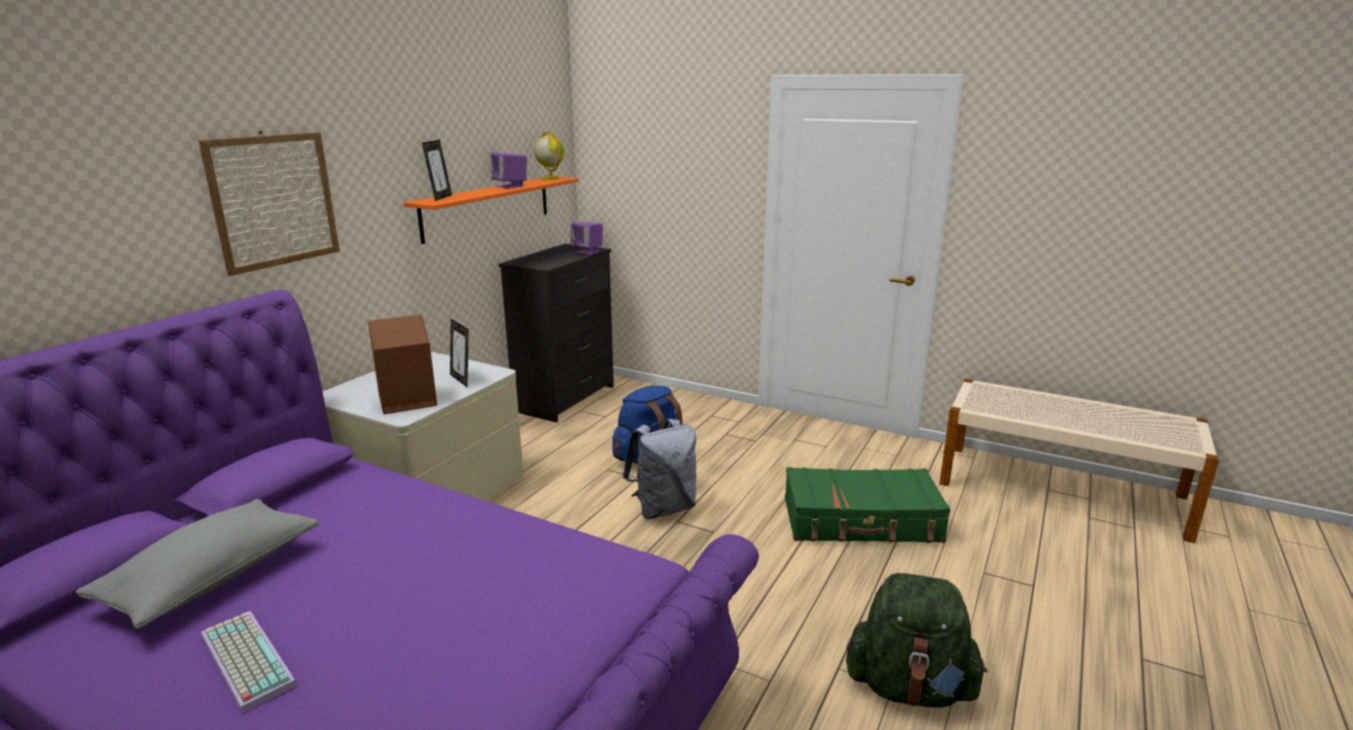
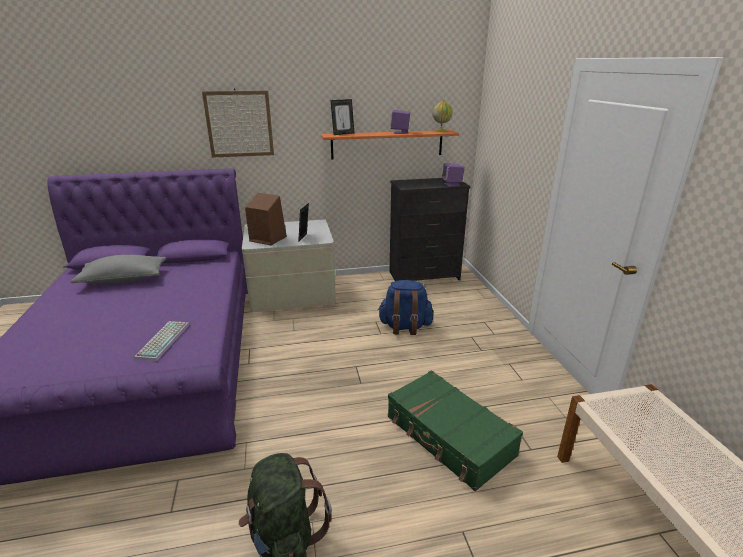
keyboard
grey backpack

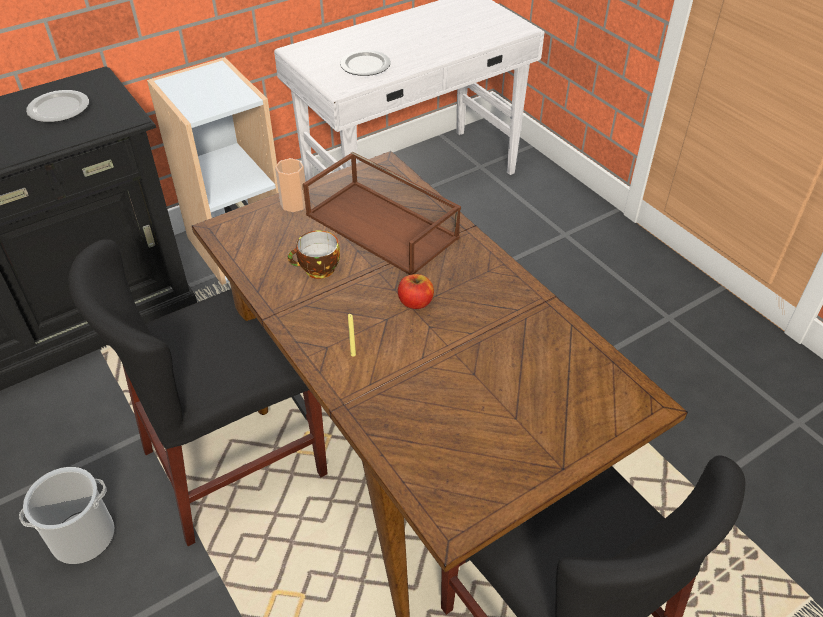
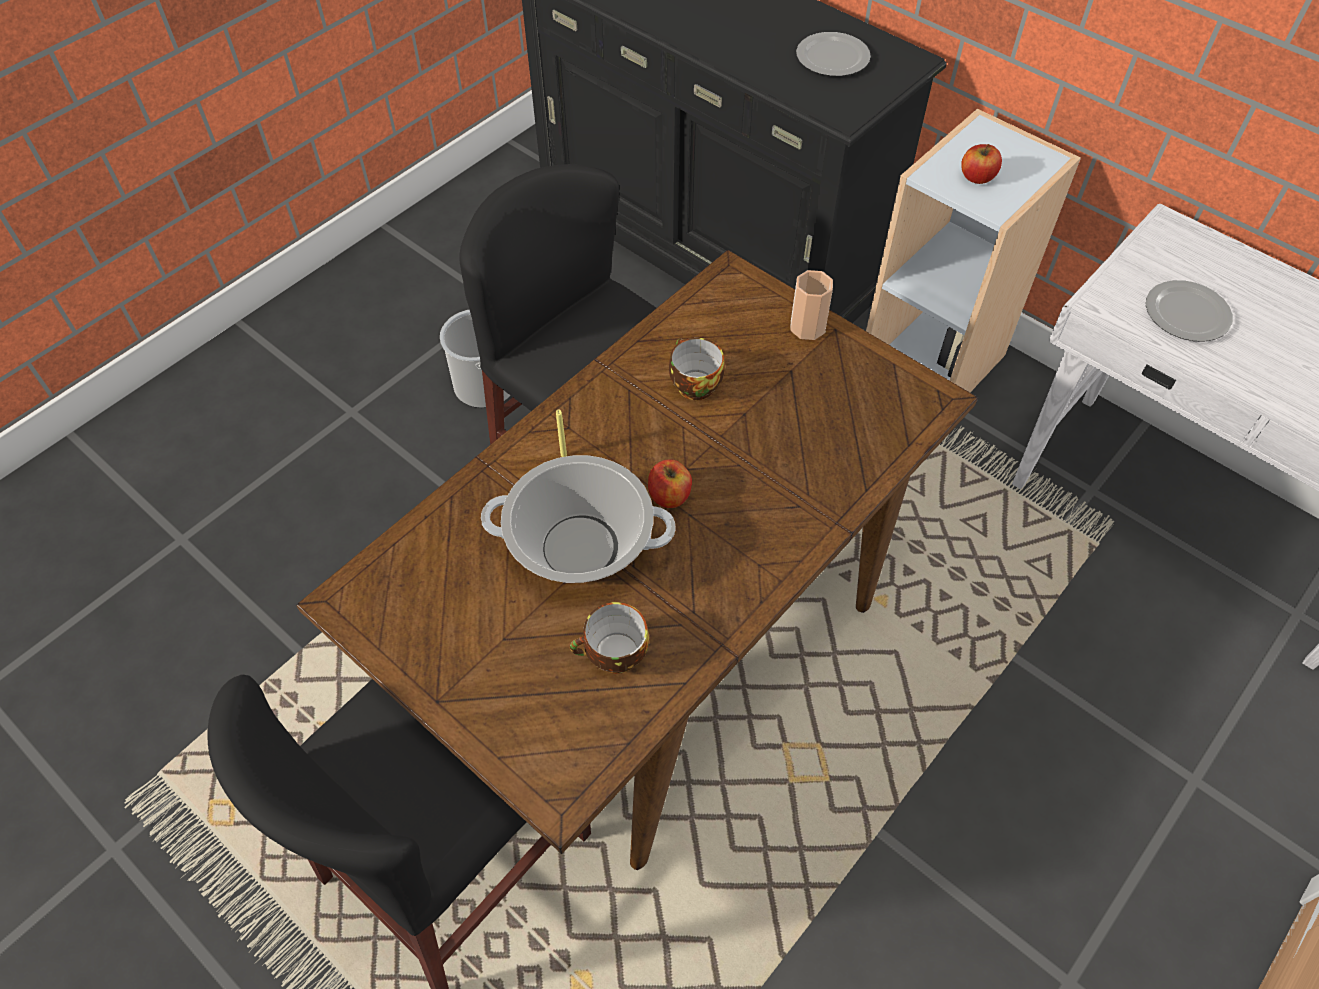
cooking pot
cup (no. 1 from left)
apple (no. 2 from left)
brown tray

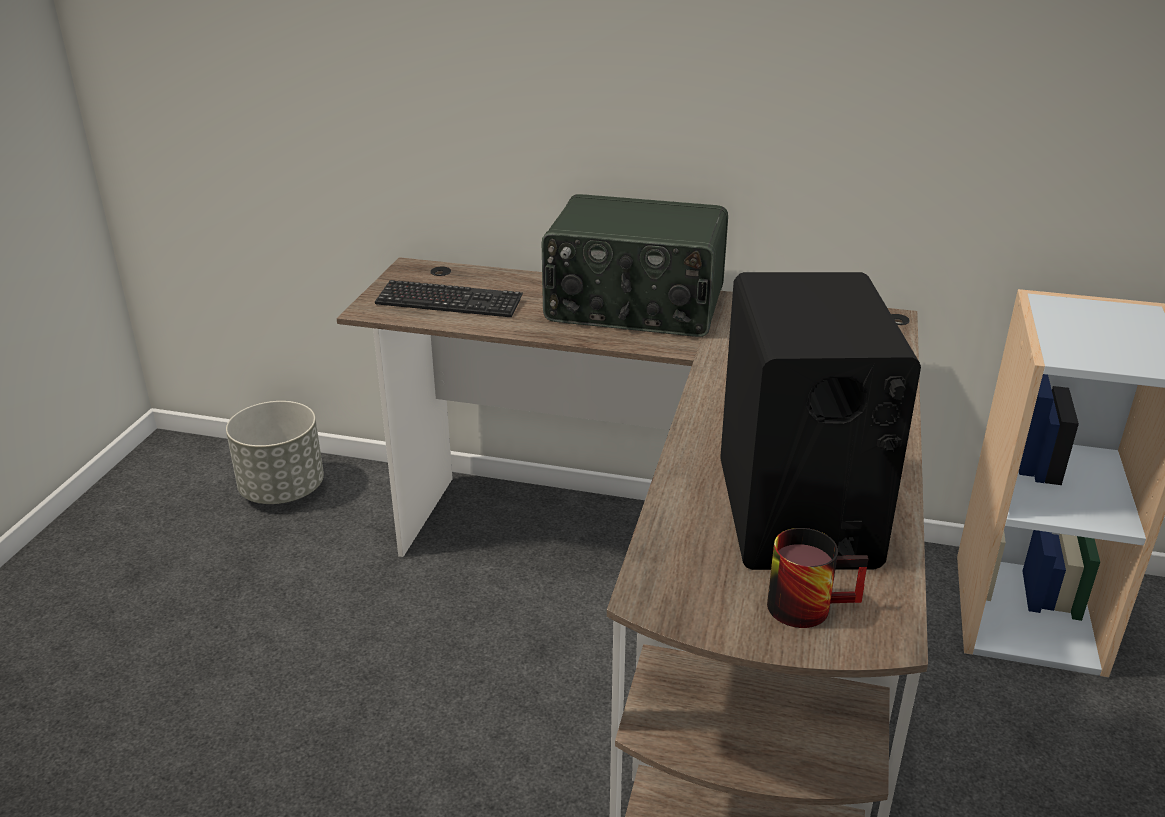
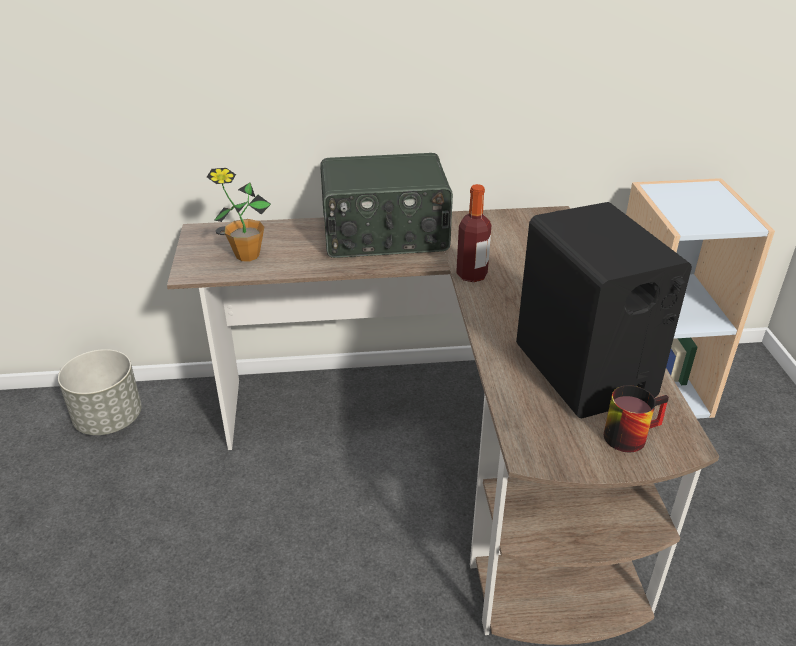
potted plant
bottle

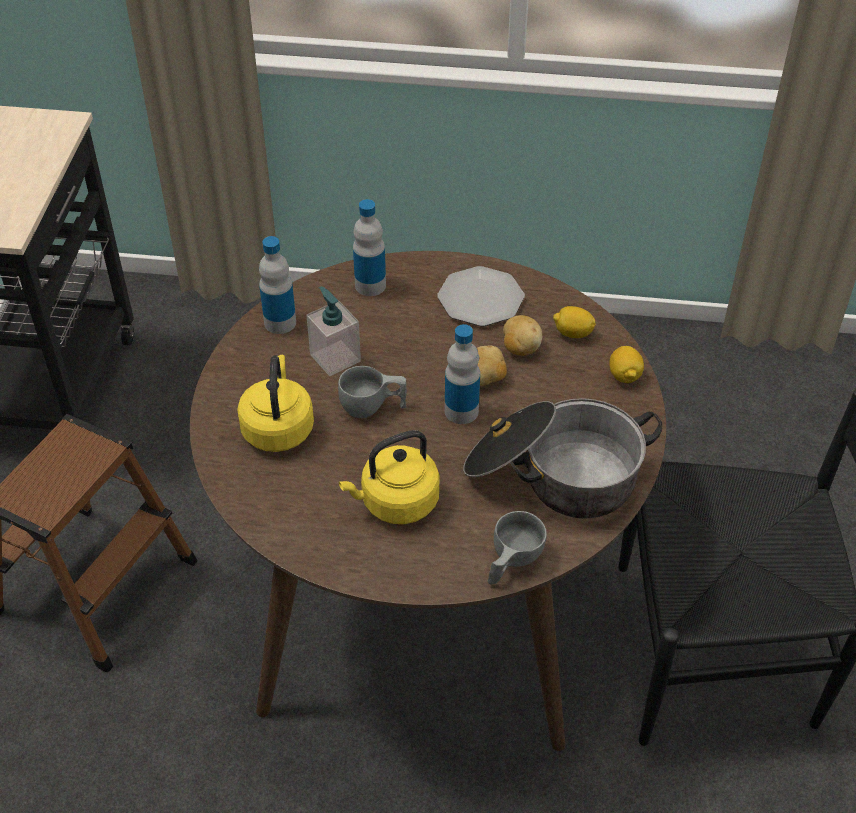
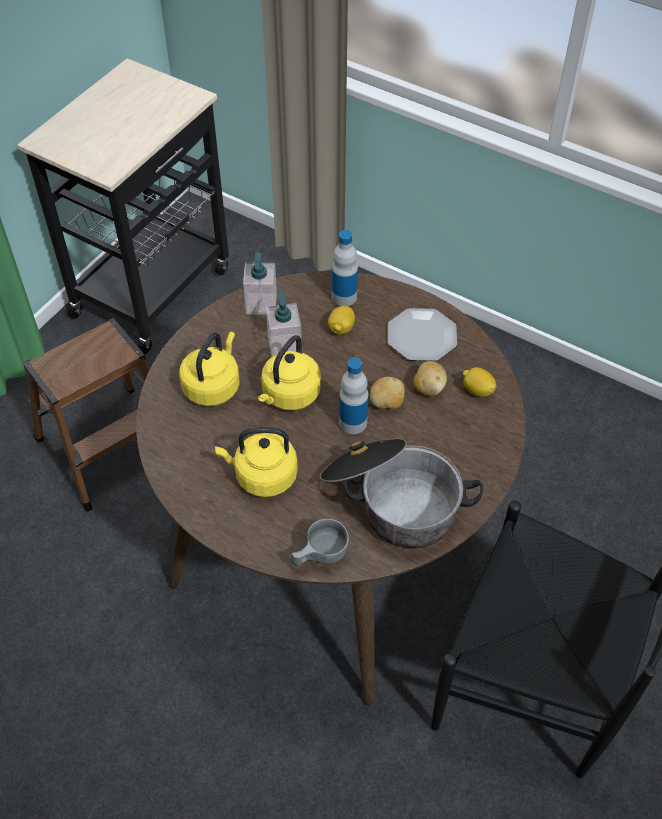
soap dispenser (no. 1 from left)
yellow kettle (no. 3 from left)
lemon (no. 1 from left)

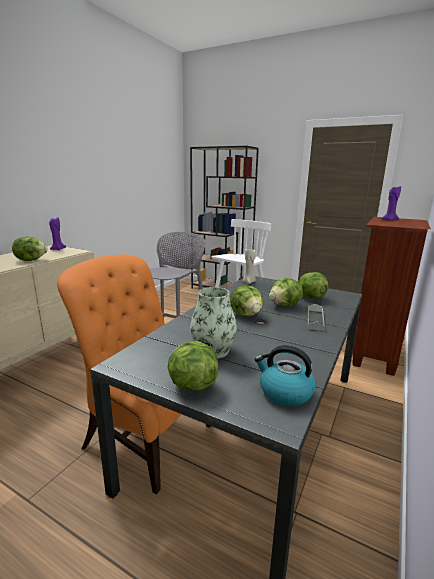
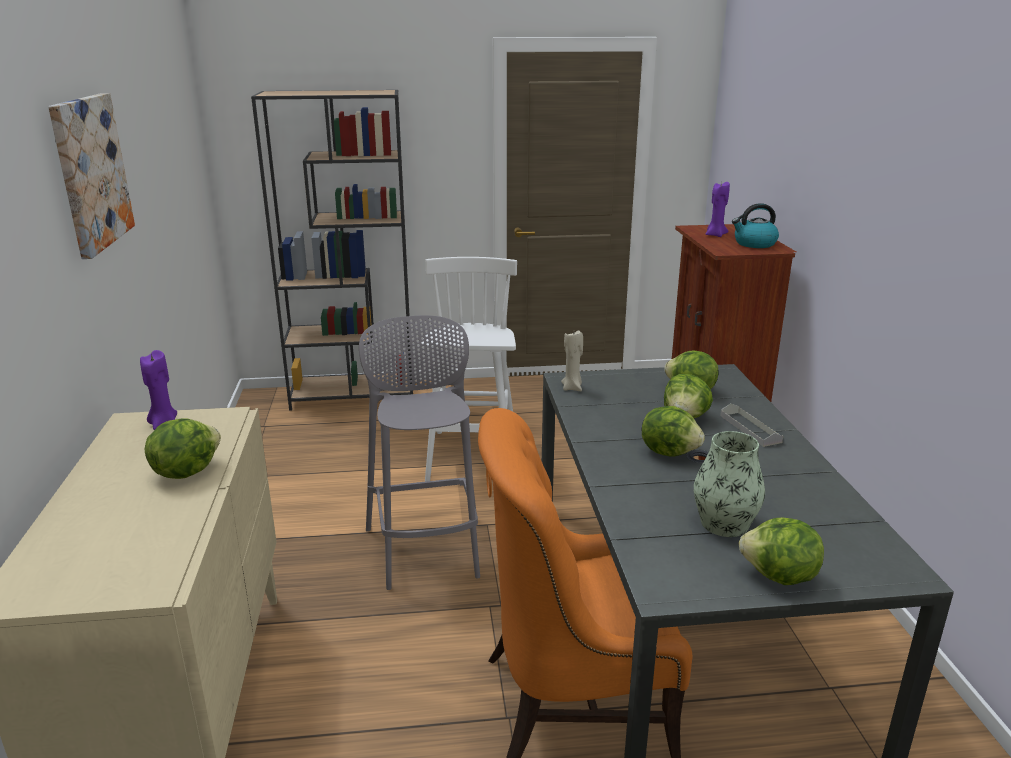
picture
kettle

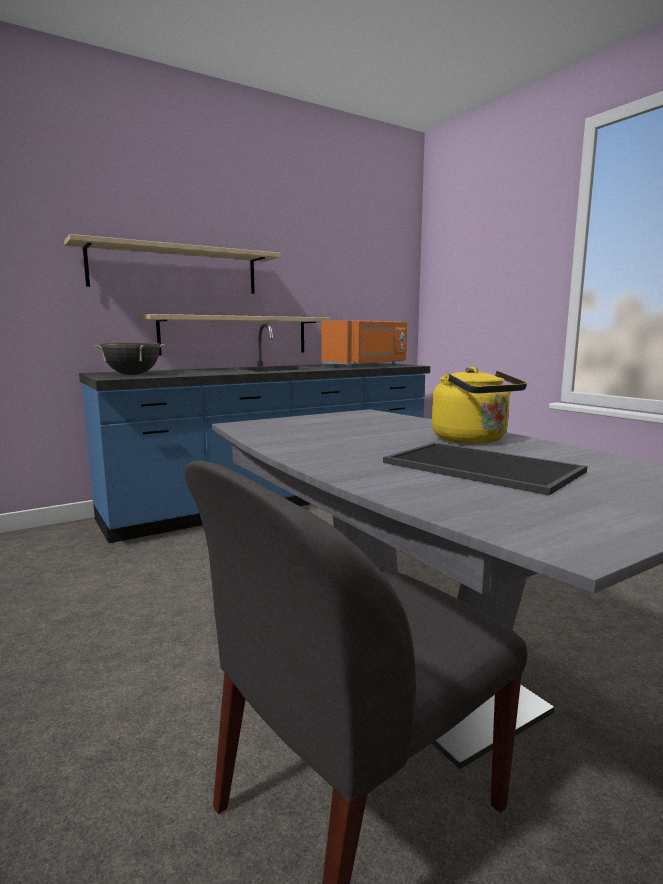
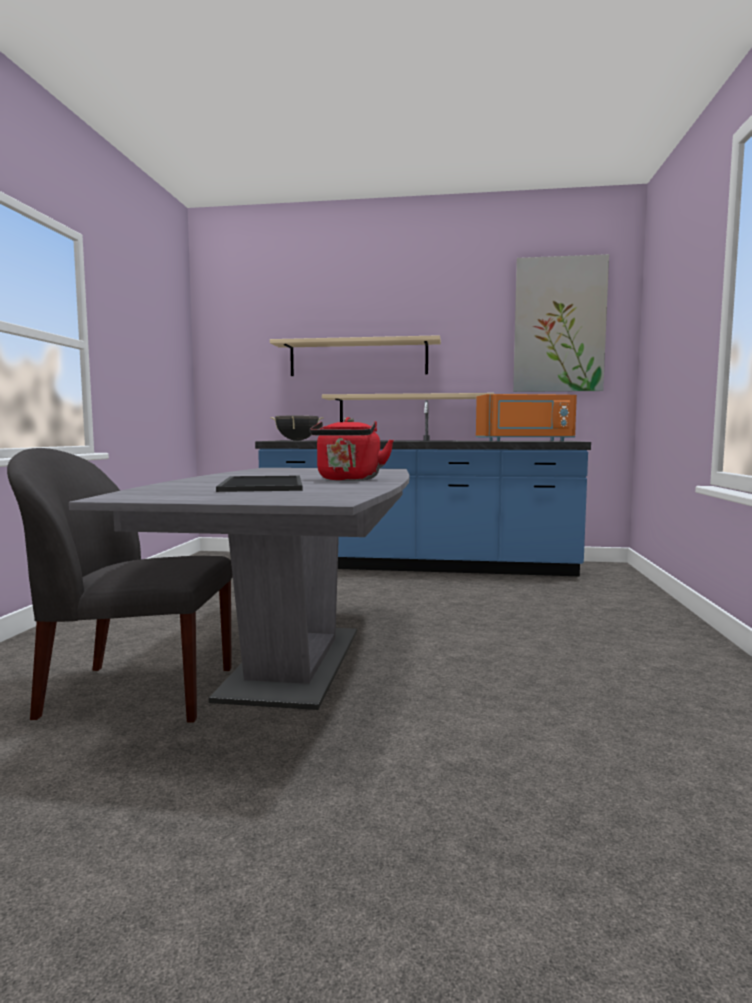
red kettle
picture

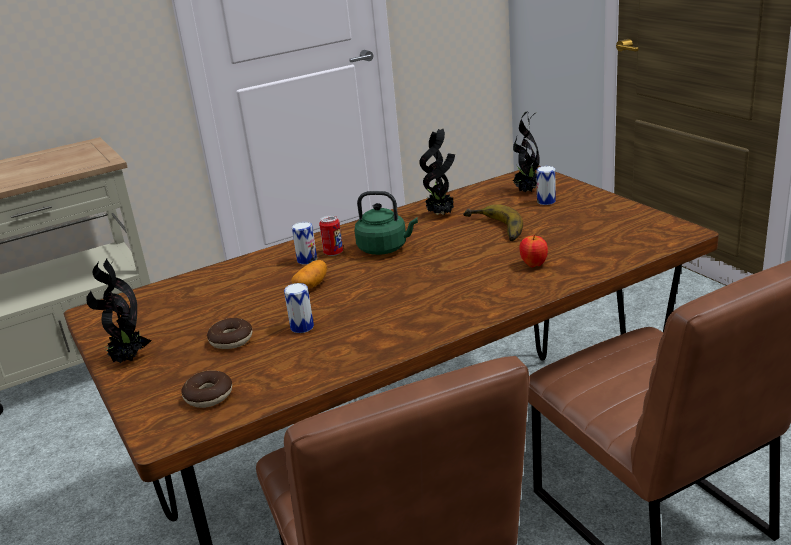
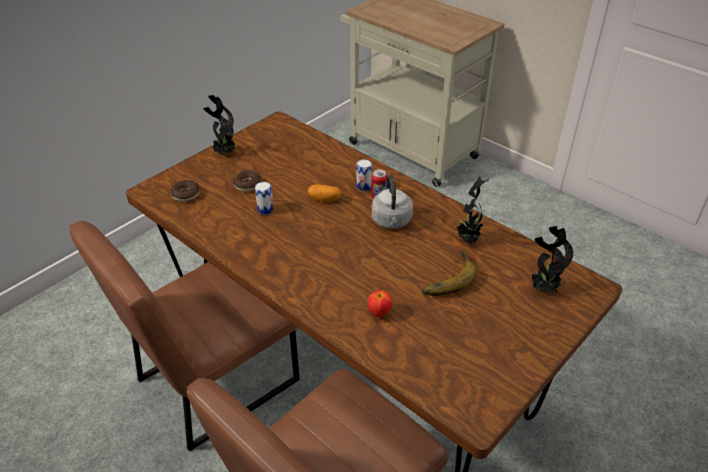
grey kettle
can (no. 4 from left in the first image)

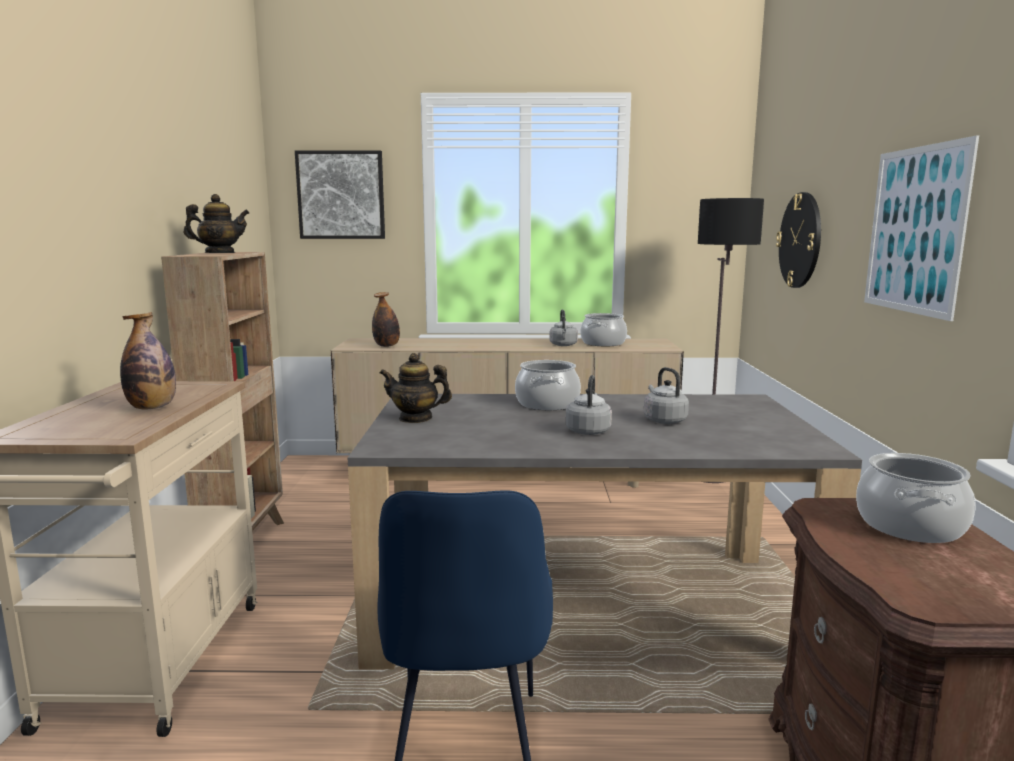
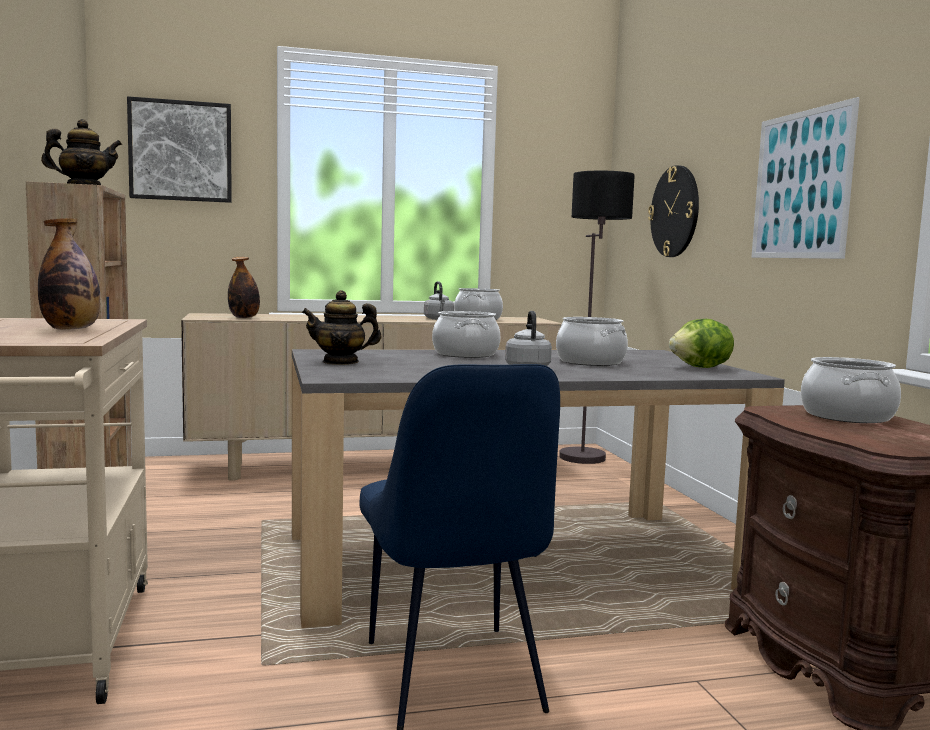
cooking pot (no. 3 from left)
lettuce

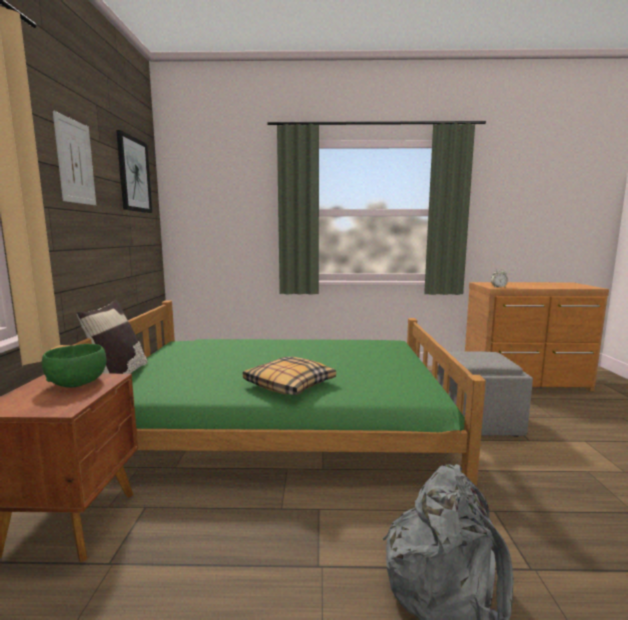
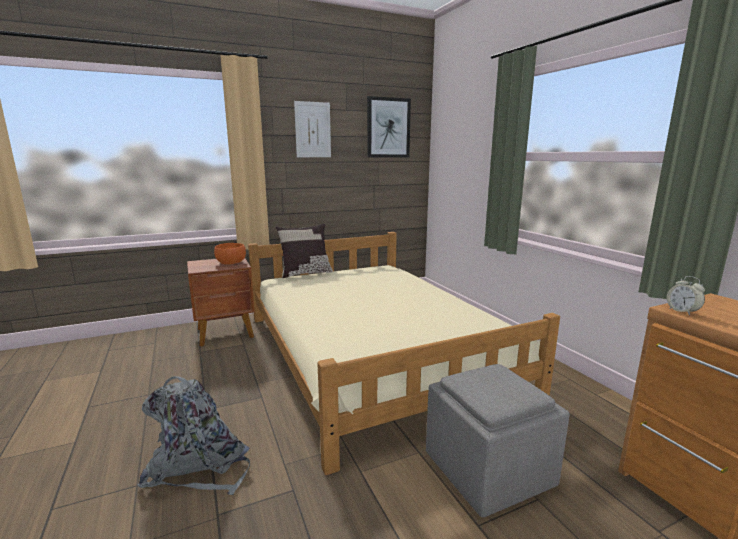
orange bowl
beige bed
pillow (no. 2 from left in the first image)

